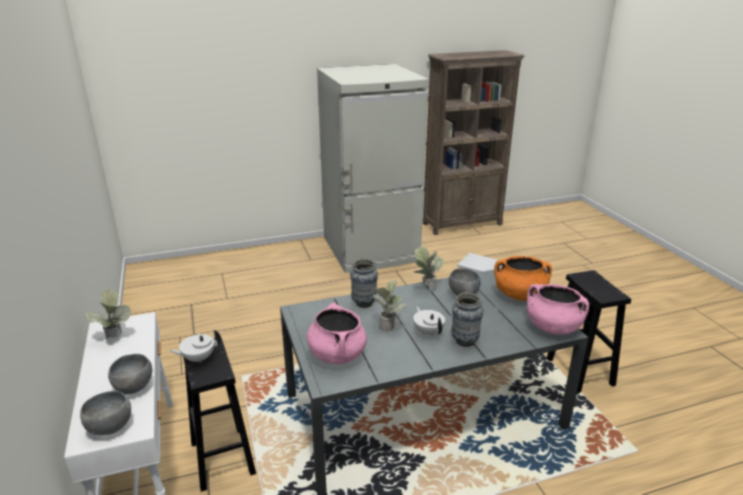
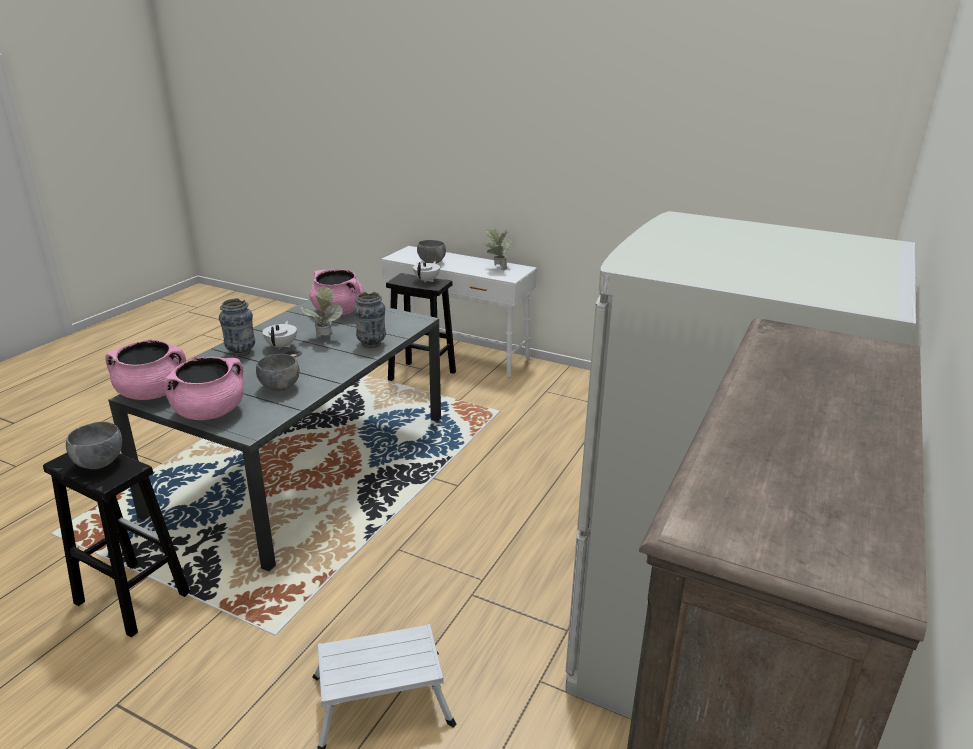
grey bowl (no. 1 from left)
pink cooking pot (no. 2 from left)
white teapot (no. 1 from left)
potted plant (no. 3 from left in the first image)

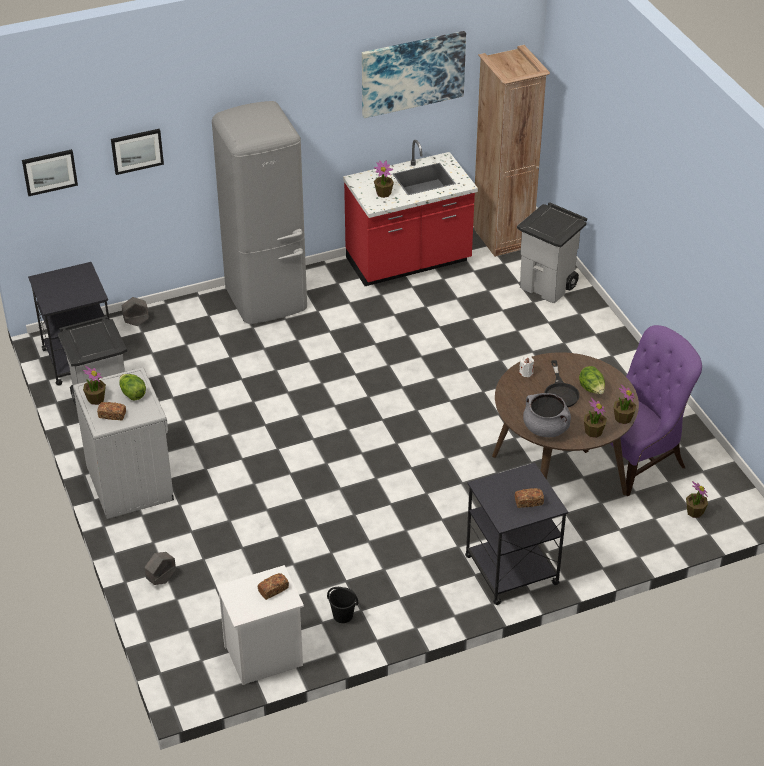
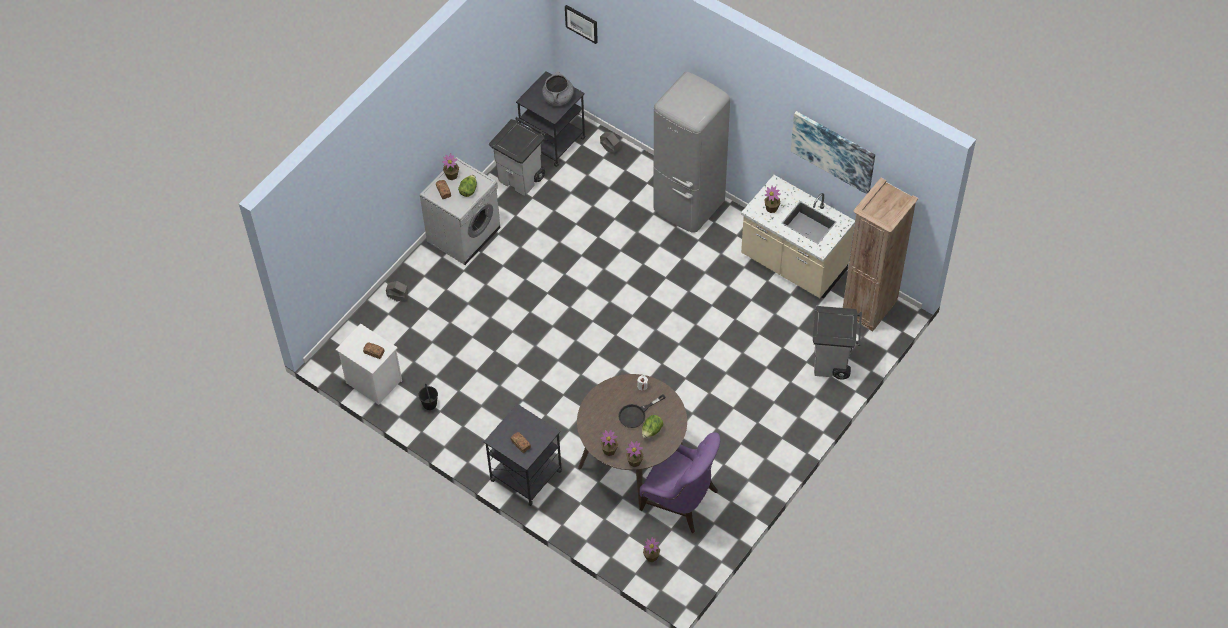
grey cooking pot
beige counter
picture (no. 2 from left in the first image)

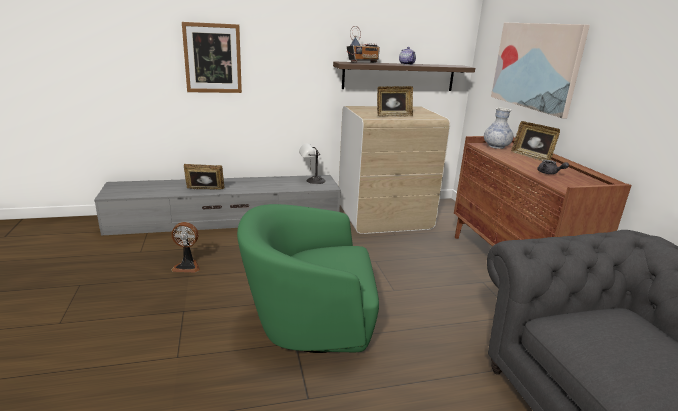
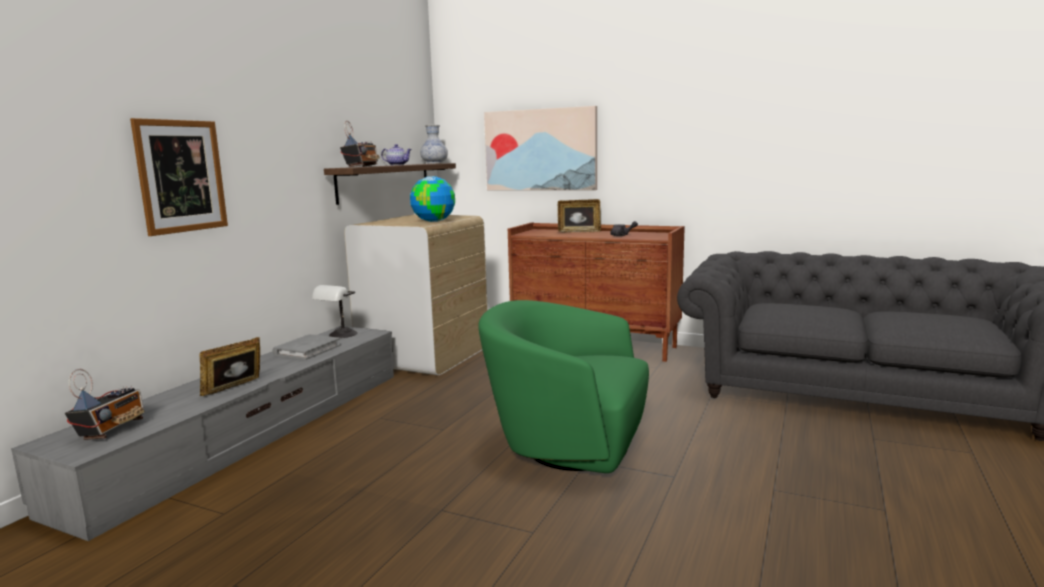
radio (no. 1 from left)
grey book
globe
vase
green armchair
fan

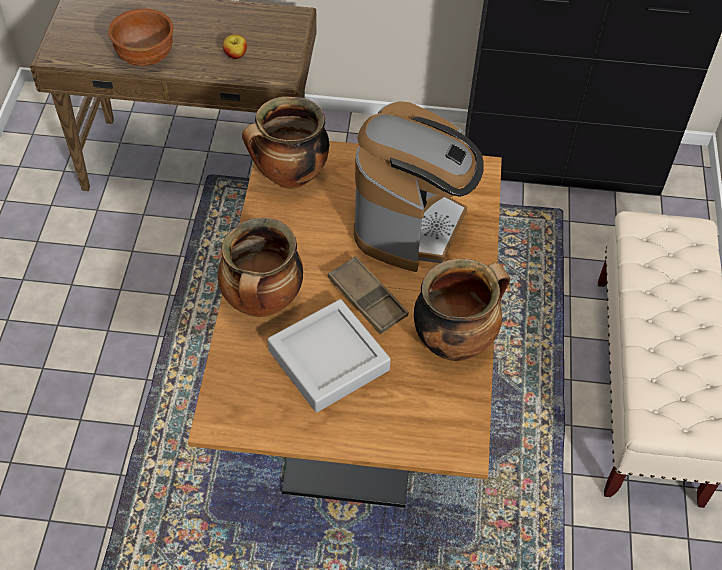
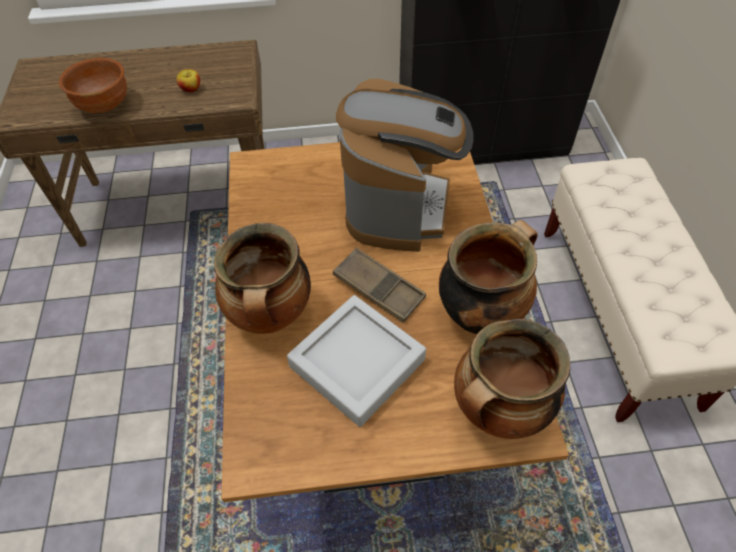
cooking pot (no. 3 from left)

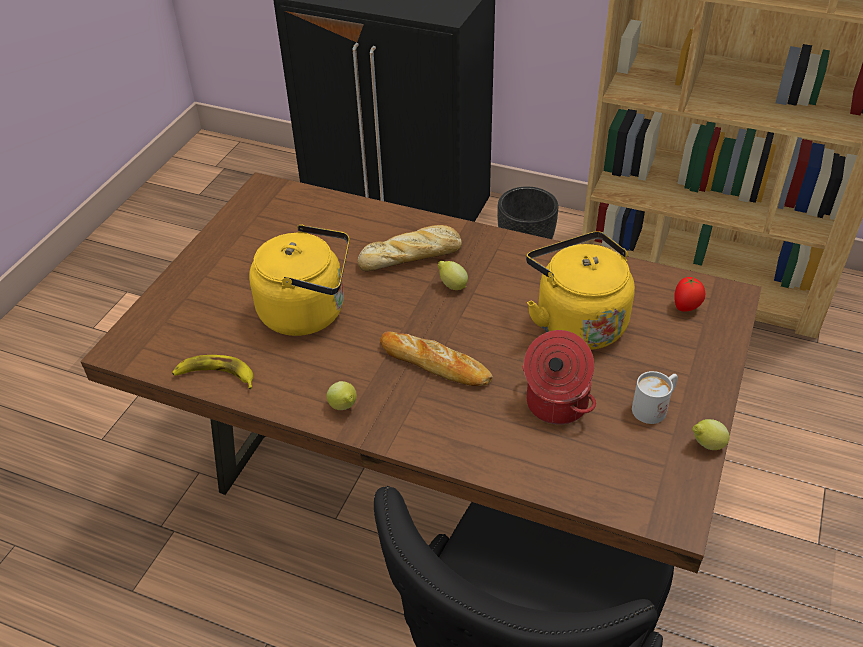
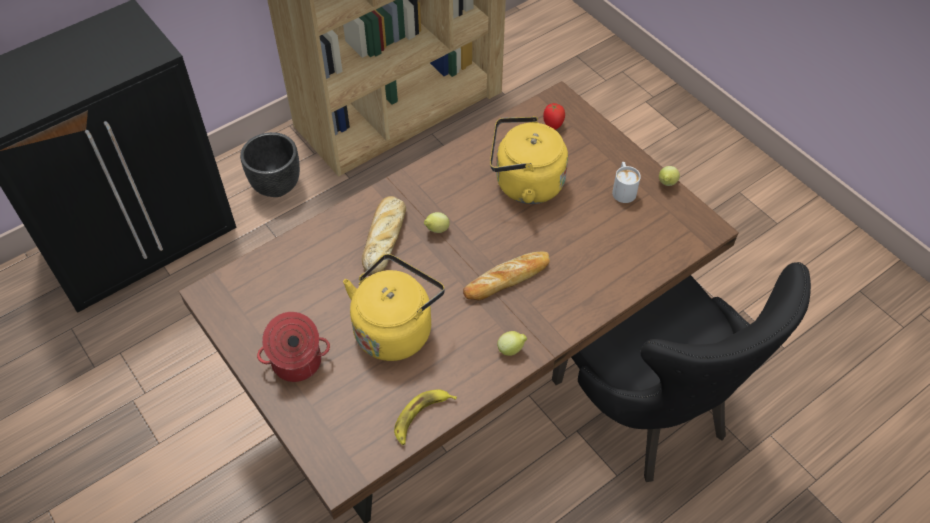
cooking pot

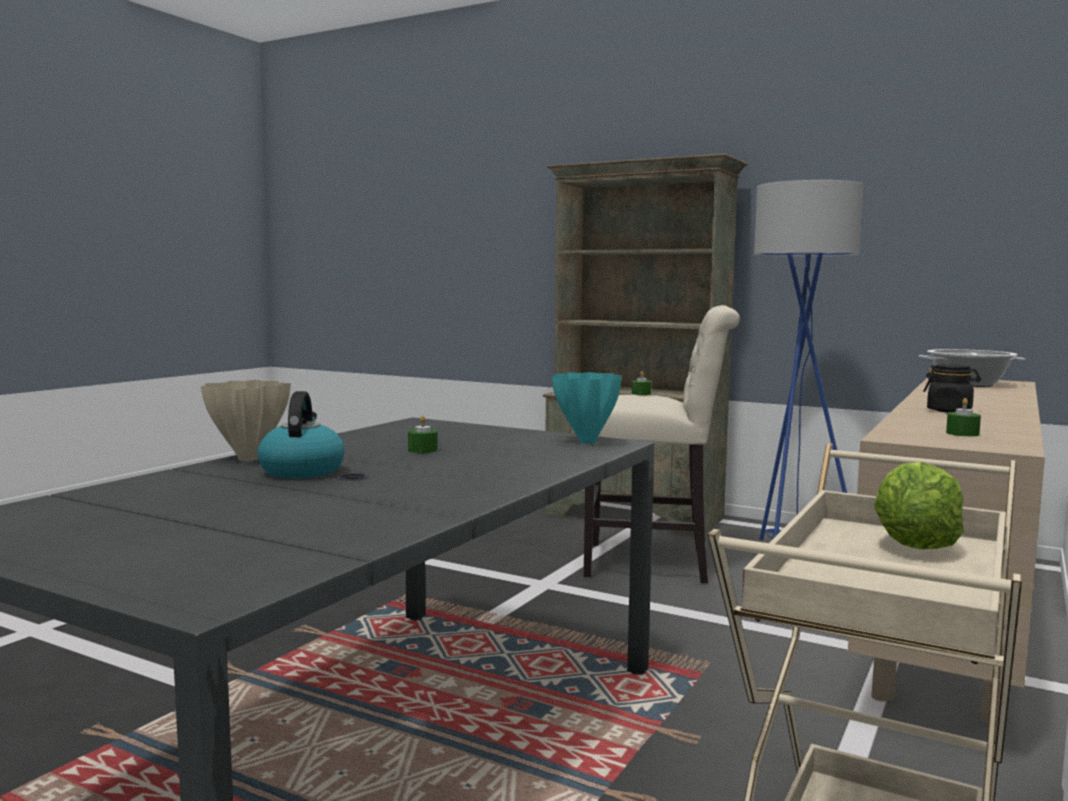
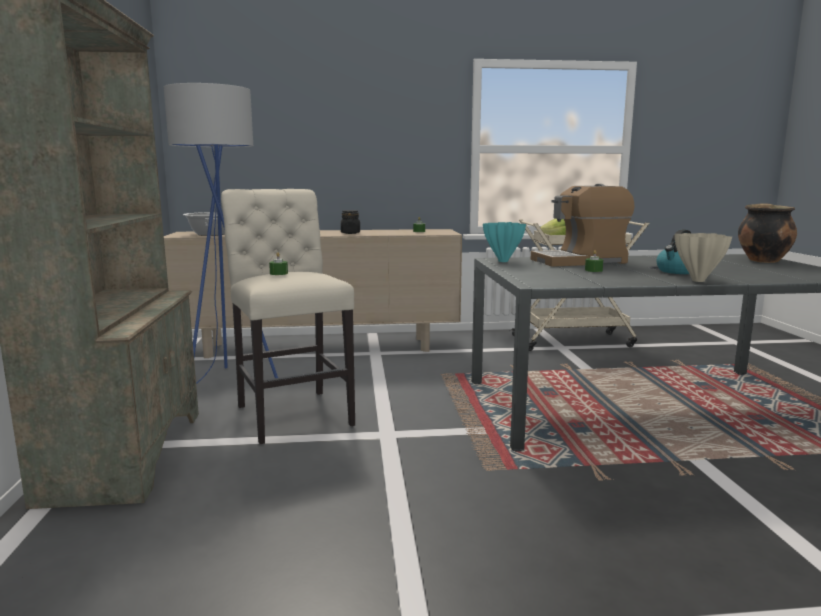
coffee machine
cooking pot (no. 2 from left)

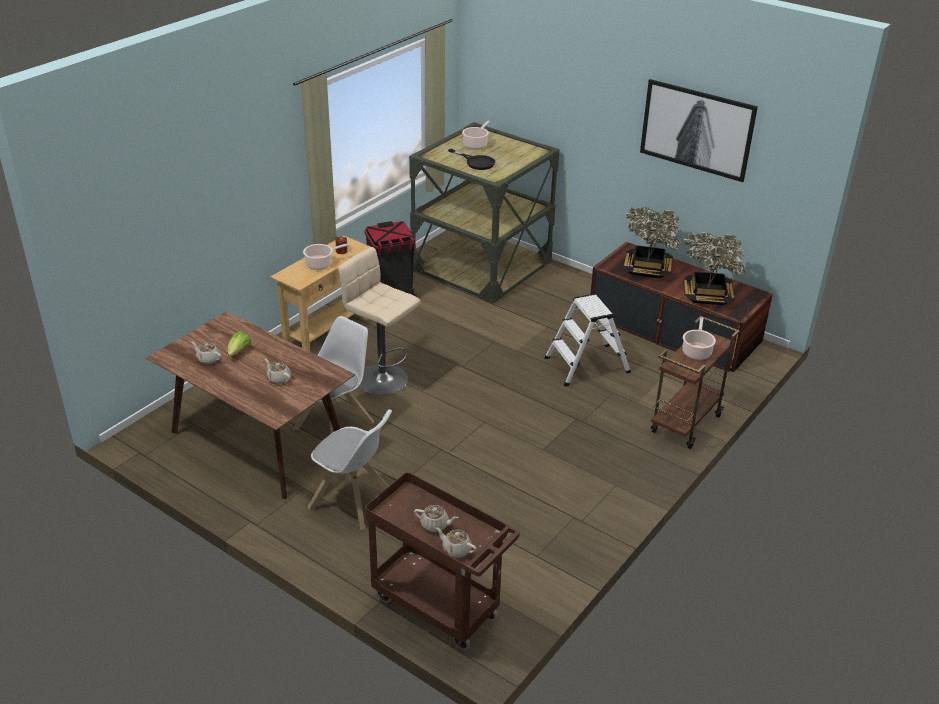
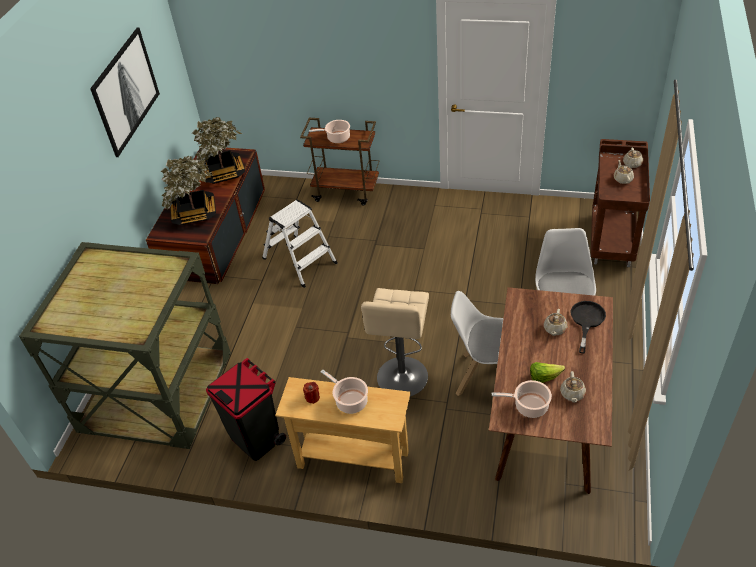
cooking pot (no. 3 from left)
black frying pan

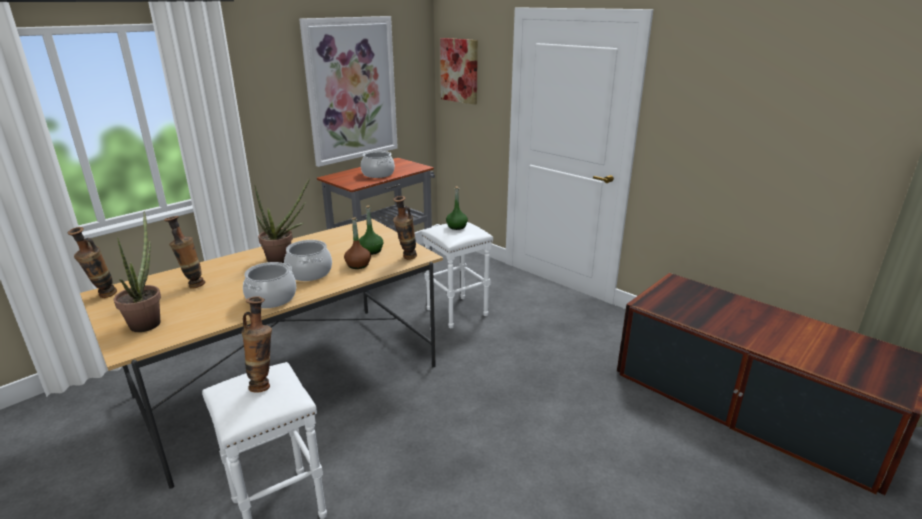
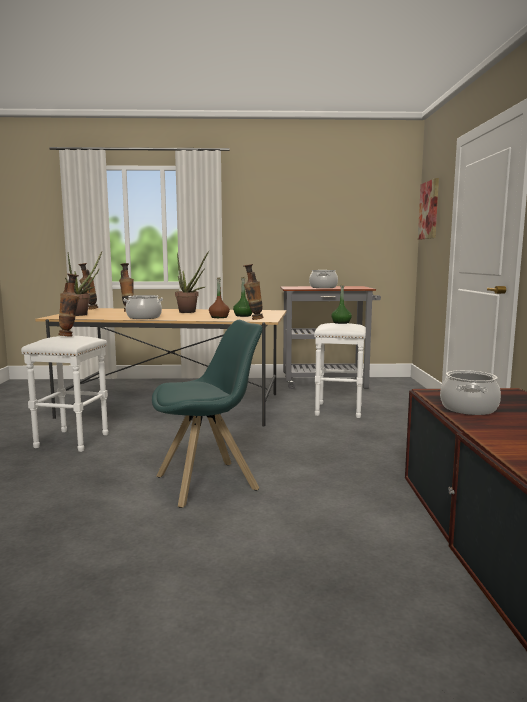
turquoise chair
cooking pot (no. 3 from left)
picture (no. 1 from left in the first image)

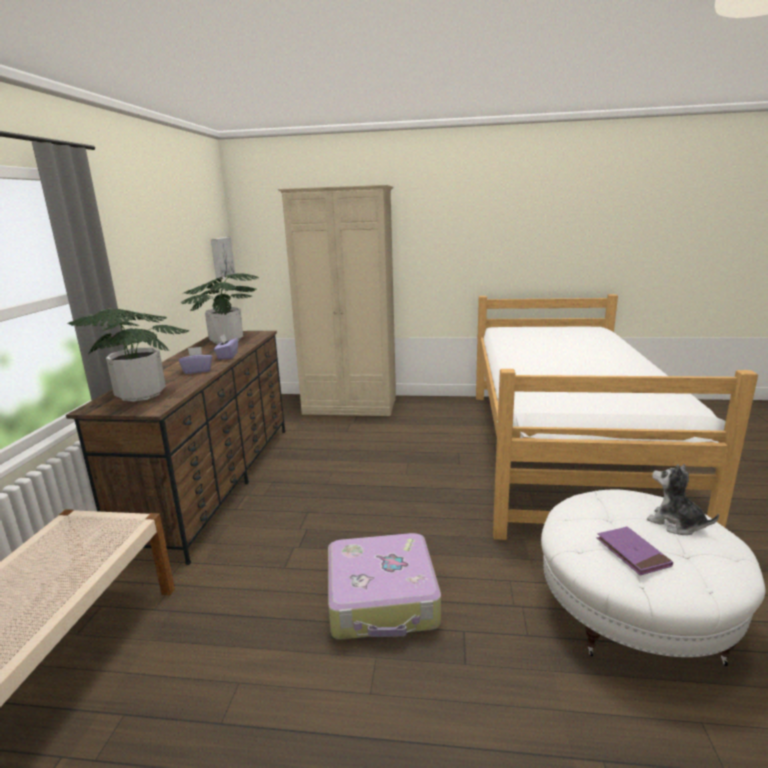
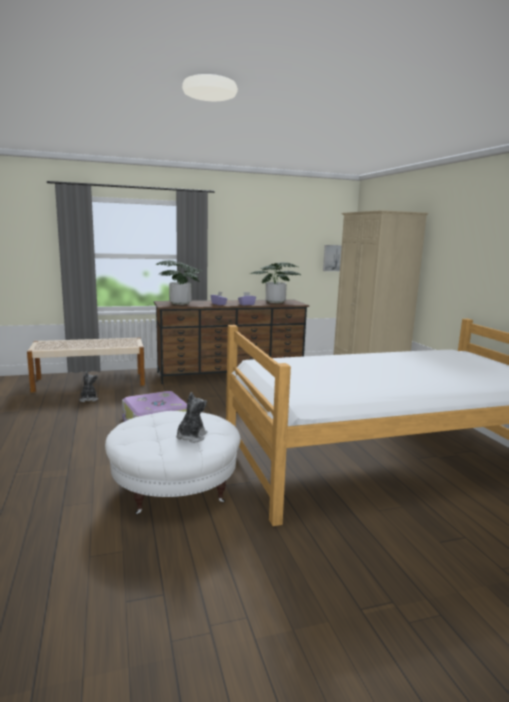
plush toy (no. 1 from left)
purple book

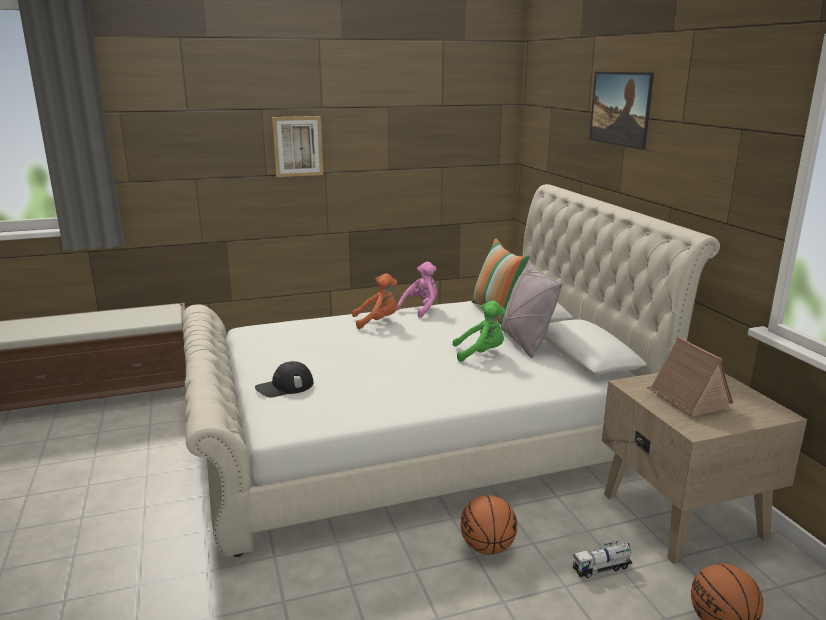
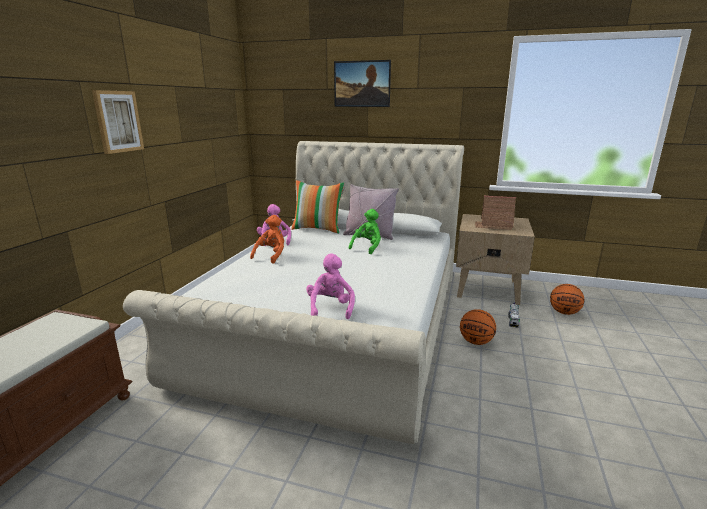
pink plush toy (no. 2 from left)

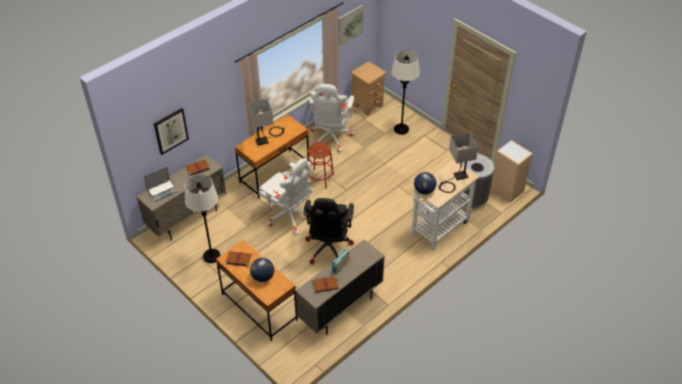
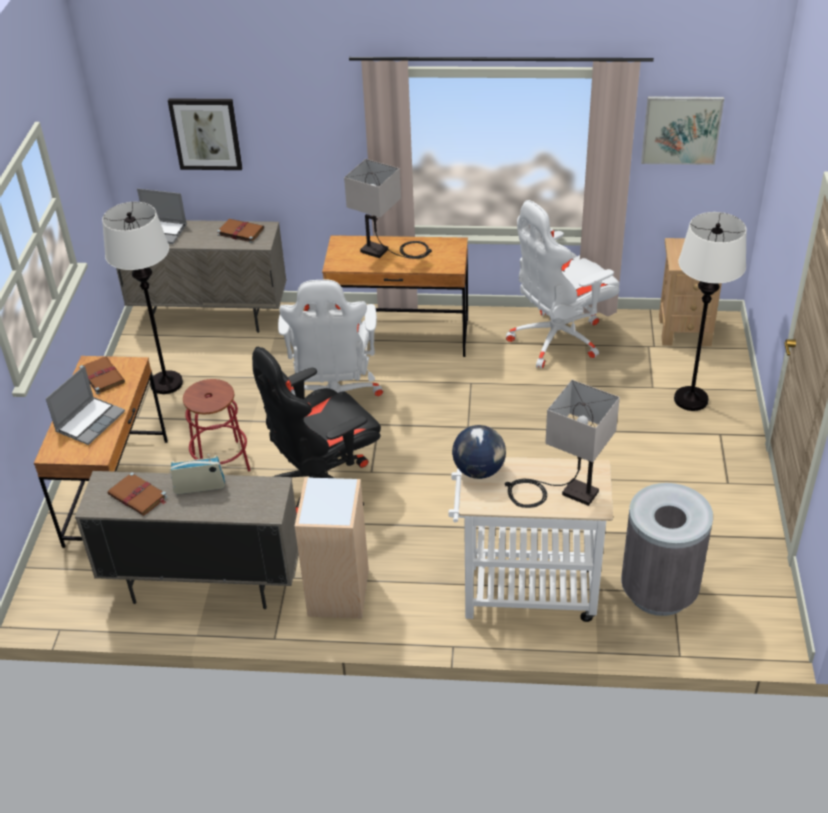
laptop (no. 1 from left)
red stool
bookcase

